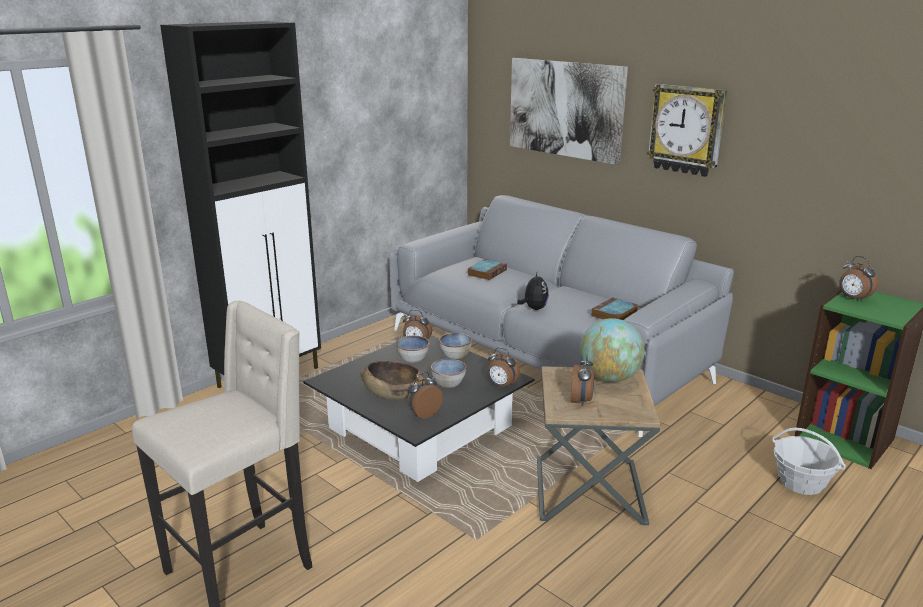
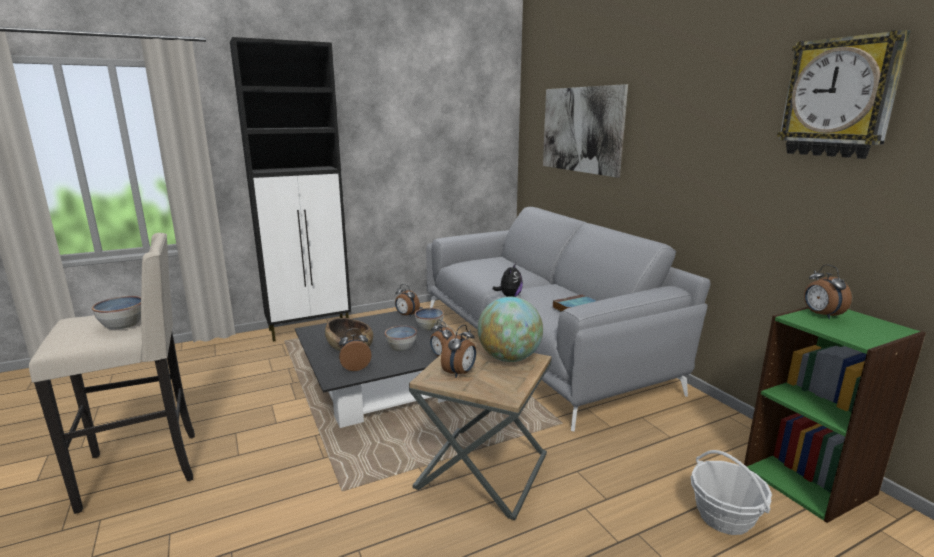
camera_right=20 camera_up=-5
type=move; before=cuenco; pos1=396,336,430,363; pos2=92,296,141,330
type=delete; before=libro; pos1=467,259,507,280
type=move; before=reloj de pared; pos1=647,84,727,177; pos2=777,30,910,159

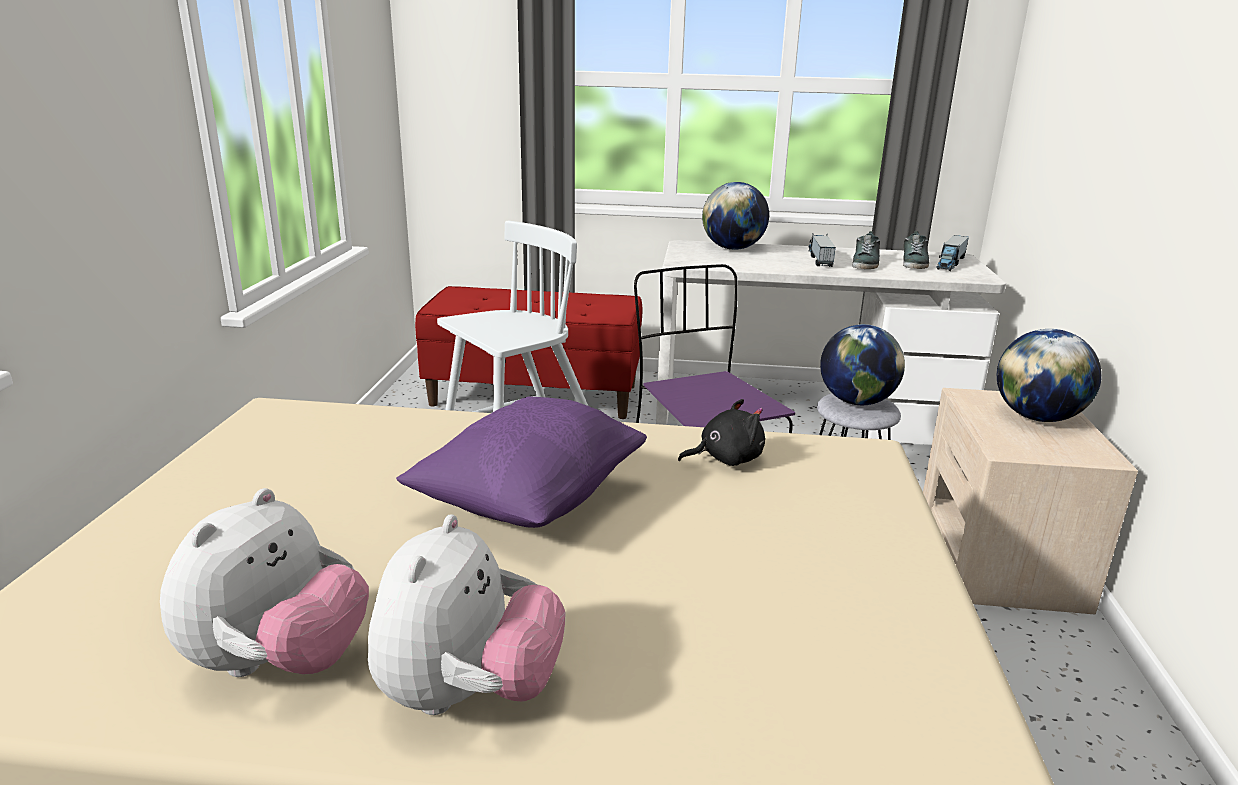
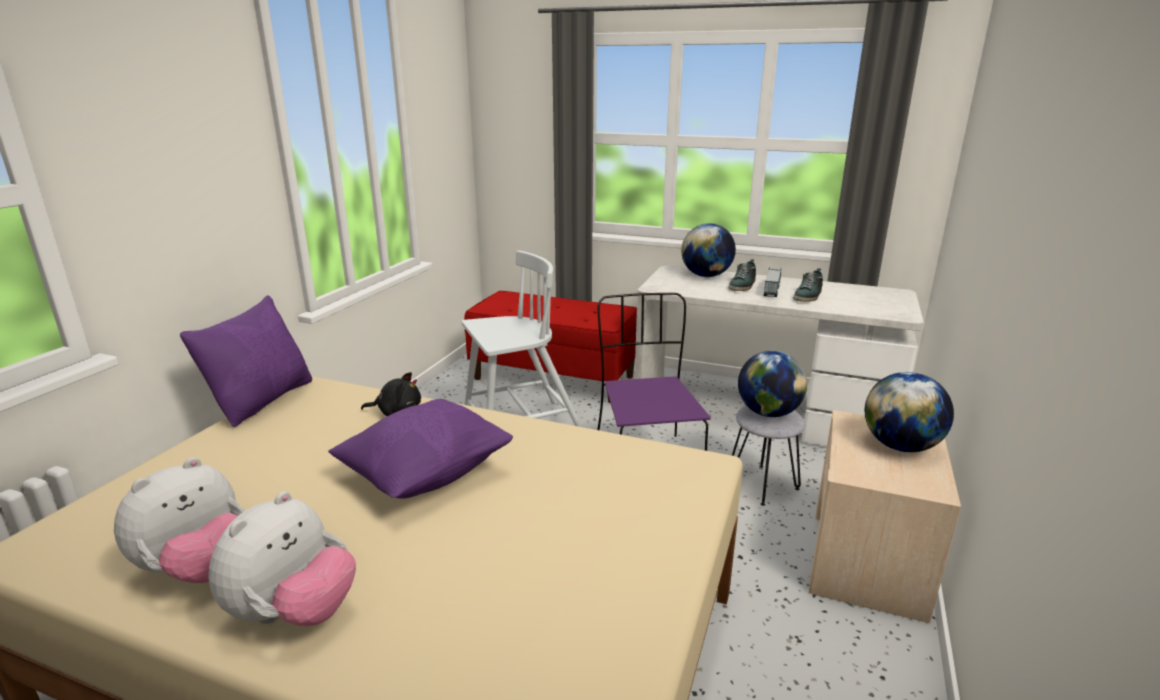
camera_right=15 camera_up=0
type=move; before=peluche/negro; pos1=678,399,765,466; pos2=361,372,421,416
type=move; before=zapato; pos1=903,231,929,269; pos2=728,259,756,291
type=delete; before=camión de juguete; pos1=936,235,969,271
type=insert; after=cojín/morado; pos2=180,295,312,427

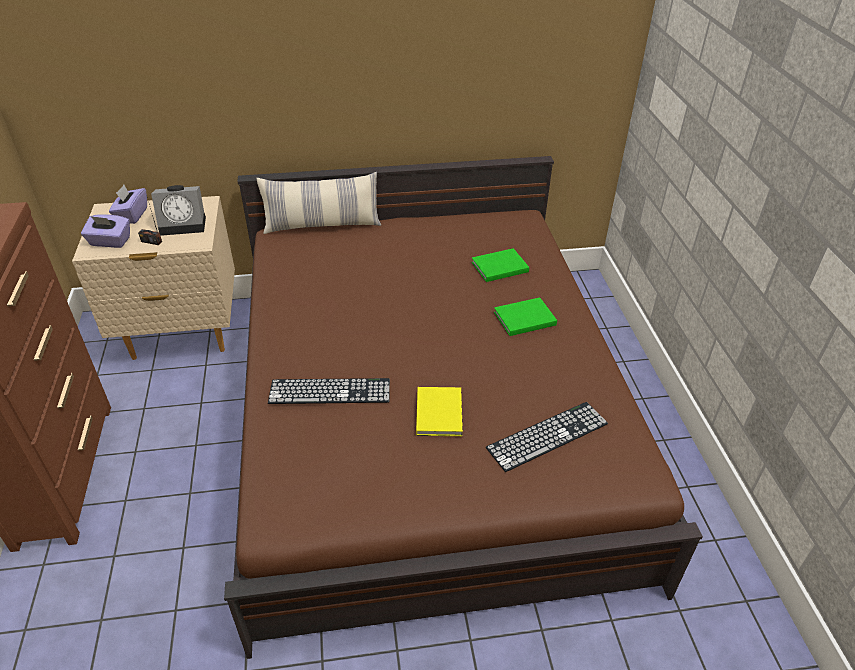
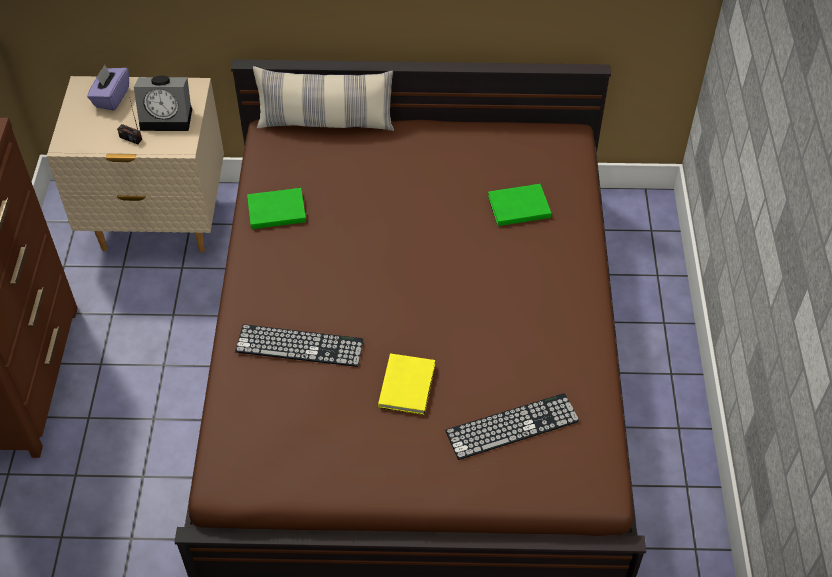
camera_right=10 camera_up=10
type=delete; before=caja de pañuelos/morado; pos1=81,214,130,248
type=move; before=libro/verde; pos1=494,297,557,336; pos2=247,188,306,229

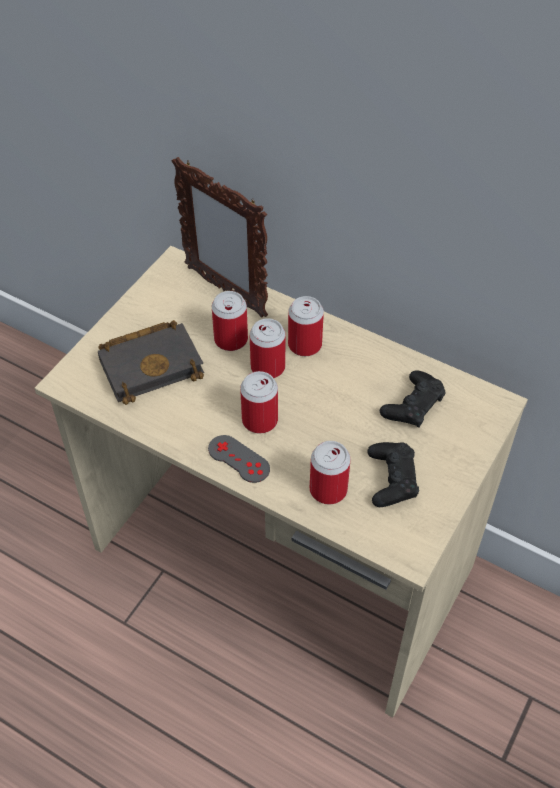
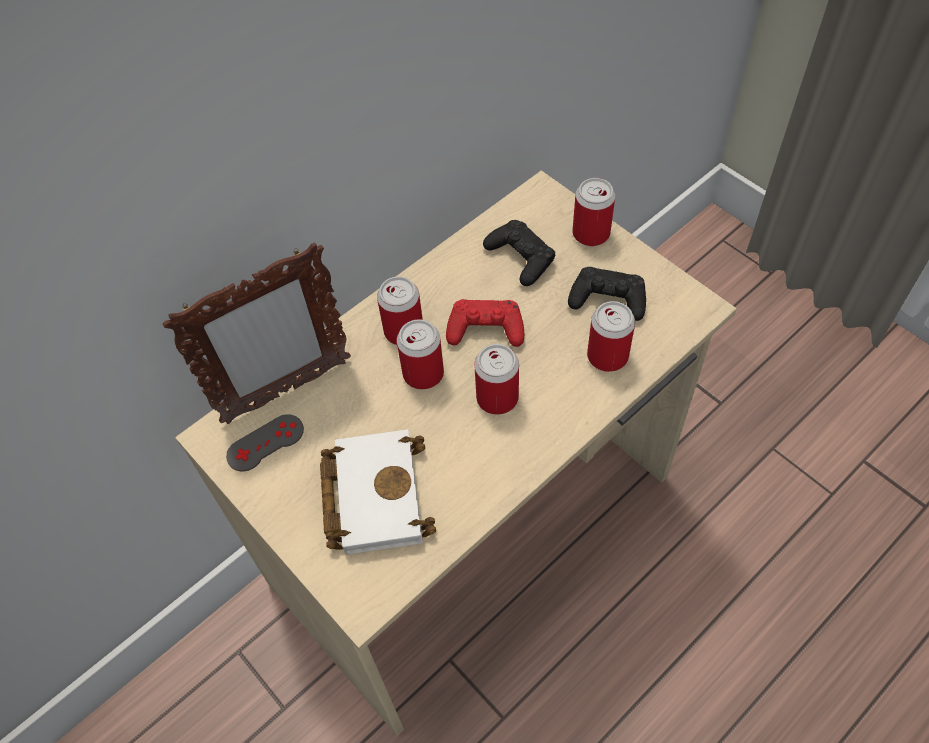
camera_right=-70 camera_up=5
type=recolor; before=libro/negro; after=libro/blanco; pos1=98,320,204,405; pos2=320,429,436,555
type=move; before=mando de consola/gris; pos1=208,435,270,483; pos2=226,414,304,472
type=move; before=lata; pos1=212,291,248,351; pos2=572,178,615,246
type=insert; after=mando de consola/rojo; pos2=446,299,524,347

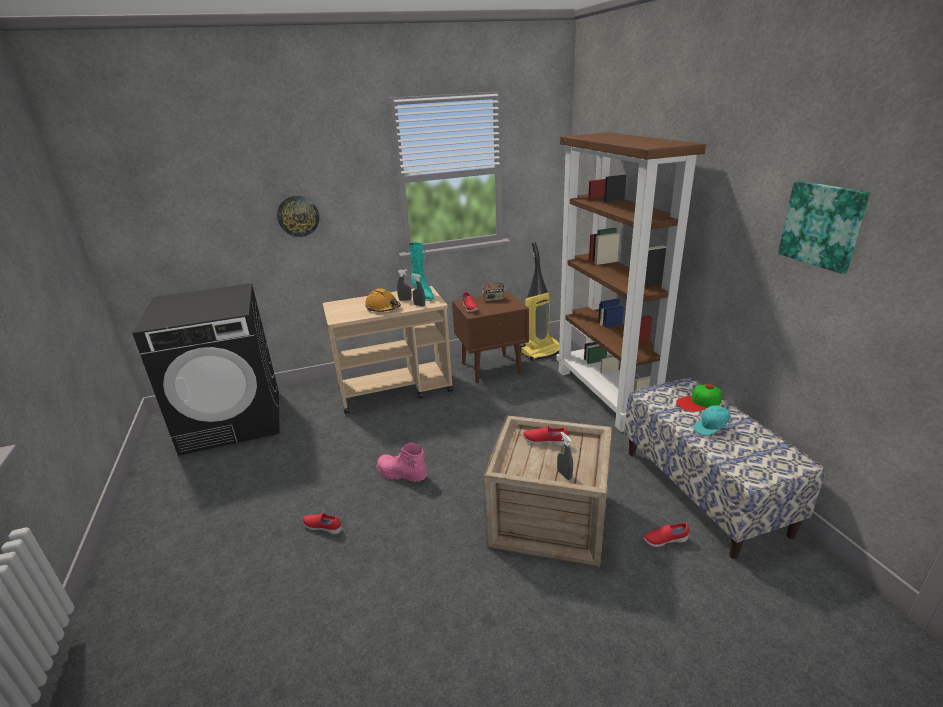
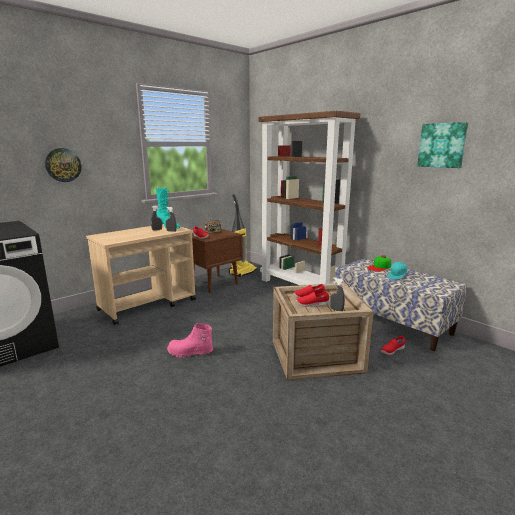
camera_right=-25 camera_up=-10
type=move; before=zapato/rojo; pos1=302,513,342,534; pos2=296,291,329,307
type=delete; before=casco/naranja; pos1=365,289,401,312

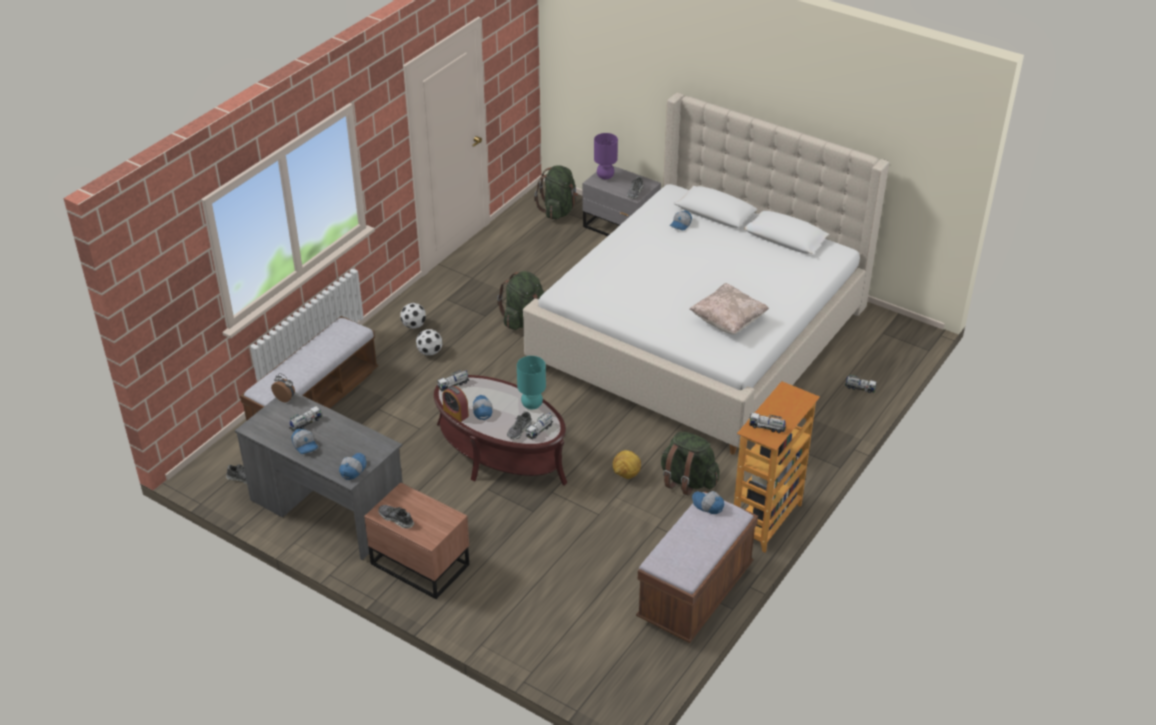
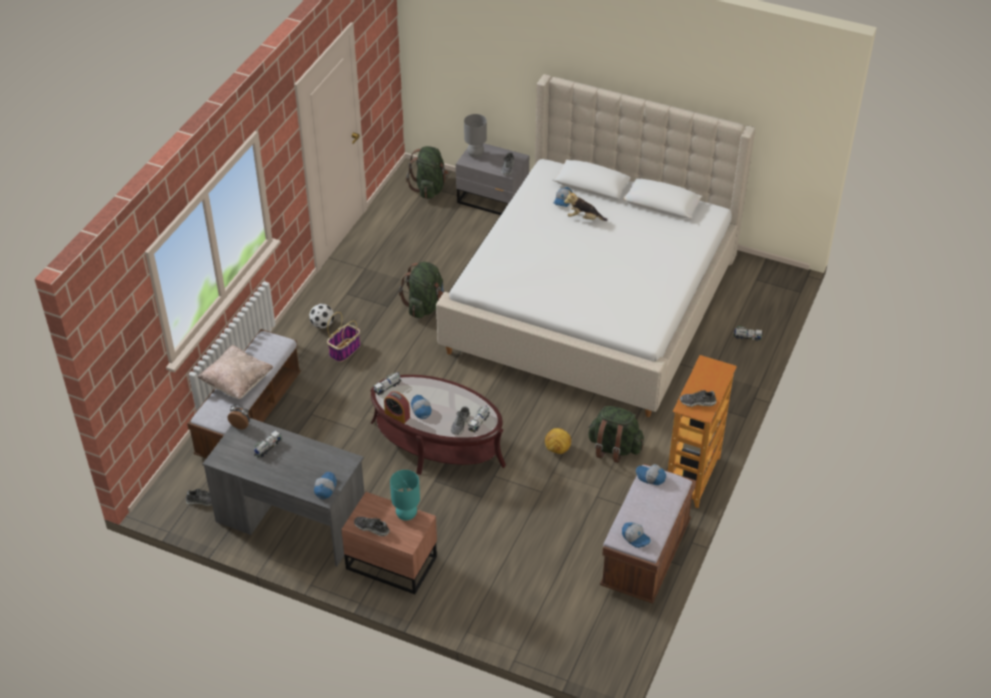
camera_right=-10 camera_up=5
type=move; before=gorra; pos1=291,429,318,454; pos2=622,523,651,548
type=replace; before=balón de fútbol; after=cesta; pos1=416,329,443,355; pos2=327,312,361,362
type=move; before=lámpara de mesa/turquesa; pos1=517,356,546,409; pos2=390,470,420,521
type=recolor; before=lámpara de mesa/morado; after=lámpara de mesa/gris; pos1=594,133,618,179; pos2=464,114,487,158
type=move; before=cojín/beis; pos1=689,283,769,334; pos2=198,345,273,399
type=replace; before=camión de juguete; after=zapato; pos1=749,412,786,433; pos2=680,390,716,407
type=insert; after=peluche; pos2=564,190,607,221

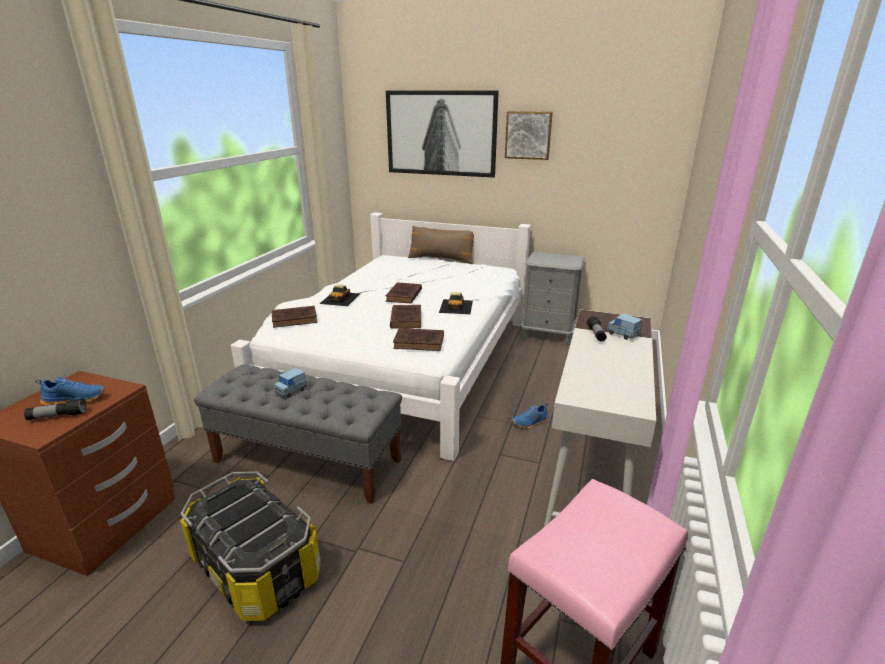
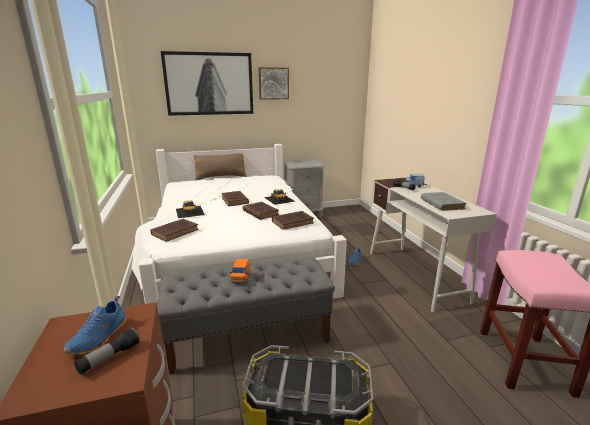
camera_right=-35 camera_up=-5
type=rotate; before=zapato/azul; pos1=36,376,105,405; pos2=64,296,127,355; turn=150
type=recolor; before=coche de juguete/azul; after=coche de juguete/naranja; pos1=274,368,308,397; pos2=230,259,250,283
type=insert; after=libro/gris; pos2=421,192,467,211

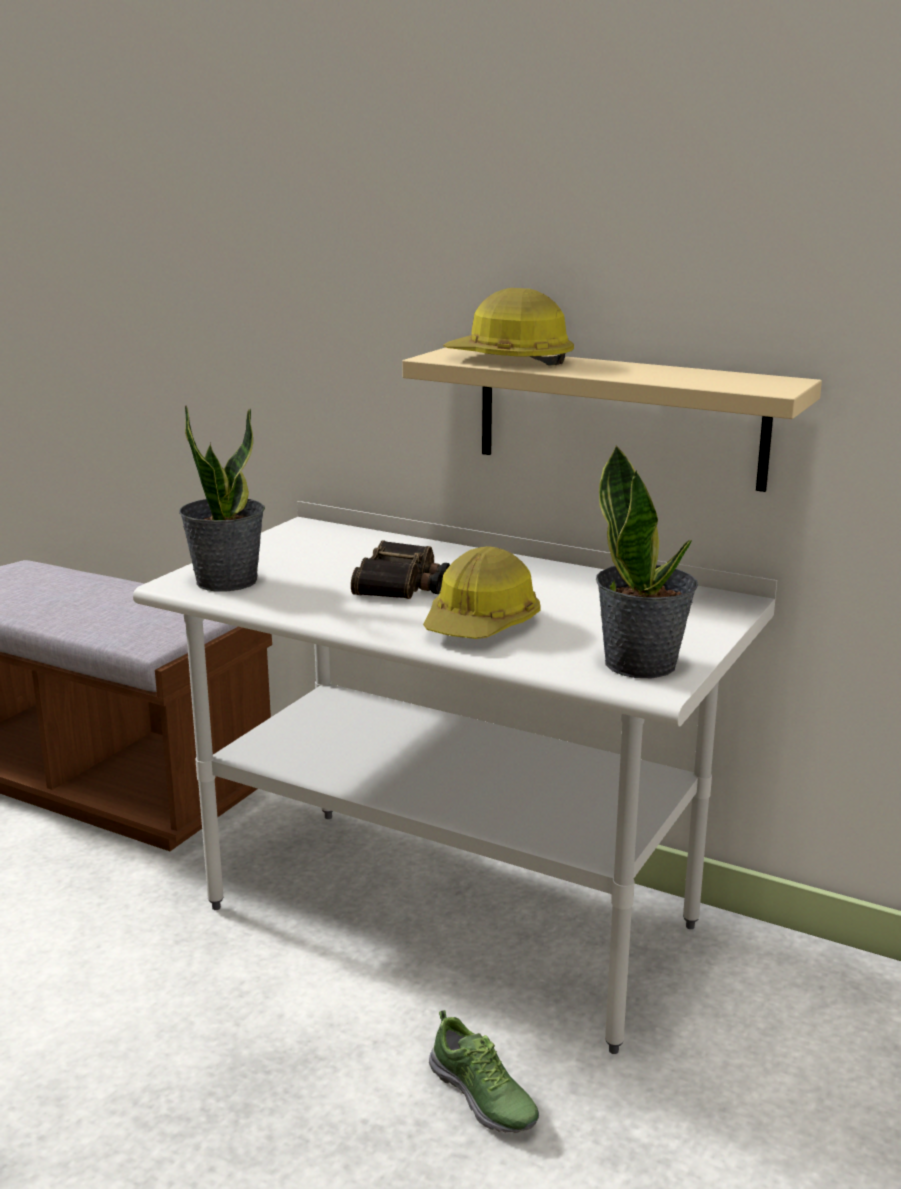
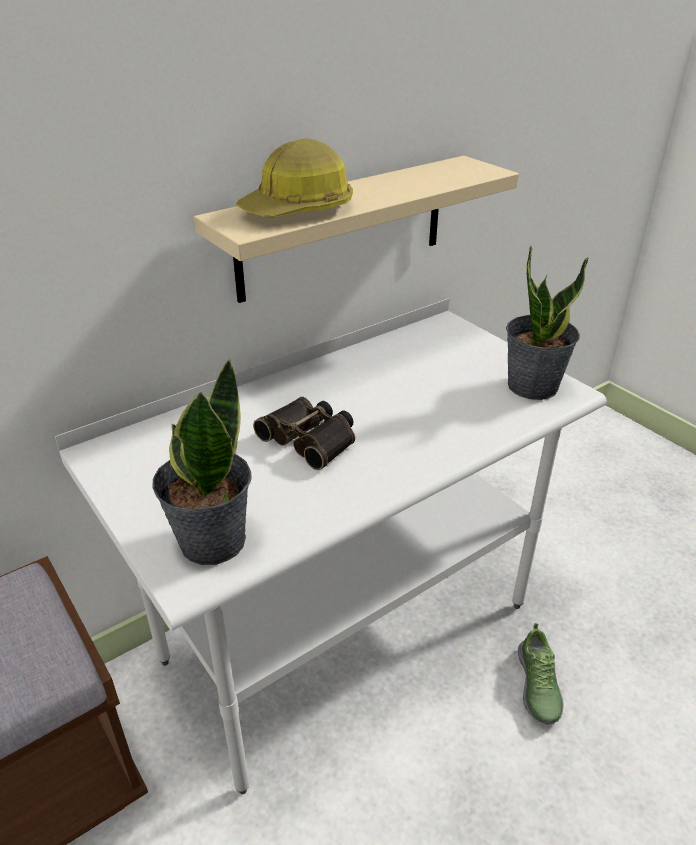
camera_right=-65 camera_up=15
type=delete; before=casco; pos1=423,546,541,639
type=rotate; before=zapato; pos1=429,1010,539,1133; pos2=518,623,564,725; turn=105

